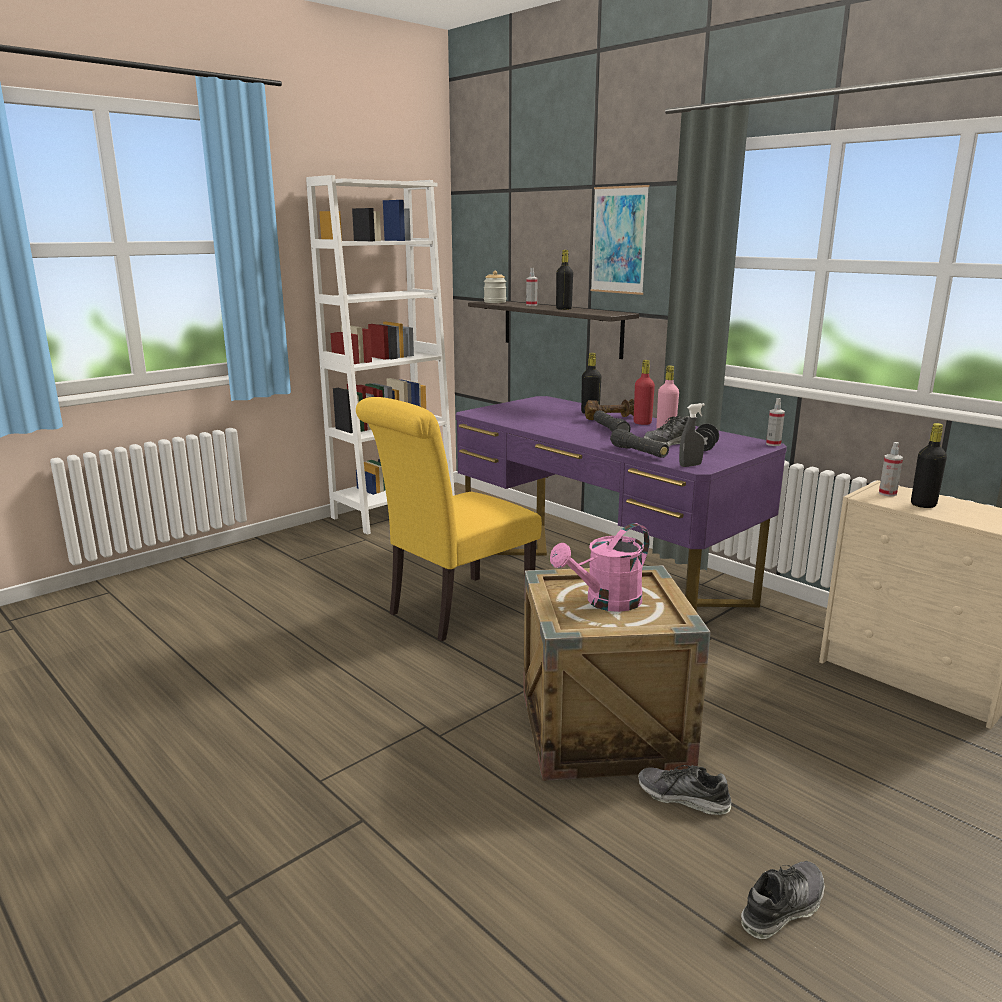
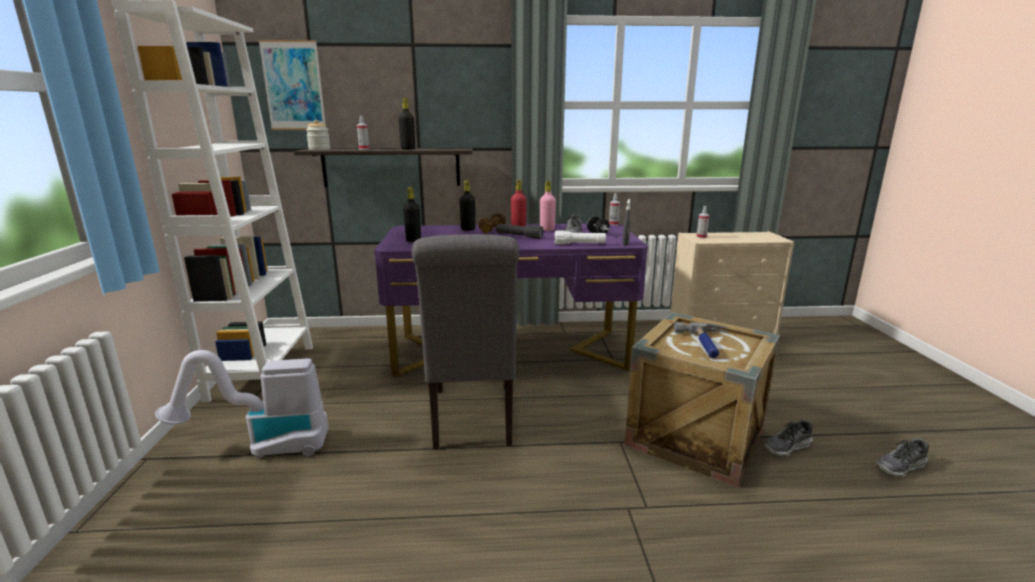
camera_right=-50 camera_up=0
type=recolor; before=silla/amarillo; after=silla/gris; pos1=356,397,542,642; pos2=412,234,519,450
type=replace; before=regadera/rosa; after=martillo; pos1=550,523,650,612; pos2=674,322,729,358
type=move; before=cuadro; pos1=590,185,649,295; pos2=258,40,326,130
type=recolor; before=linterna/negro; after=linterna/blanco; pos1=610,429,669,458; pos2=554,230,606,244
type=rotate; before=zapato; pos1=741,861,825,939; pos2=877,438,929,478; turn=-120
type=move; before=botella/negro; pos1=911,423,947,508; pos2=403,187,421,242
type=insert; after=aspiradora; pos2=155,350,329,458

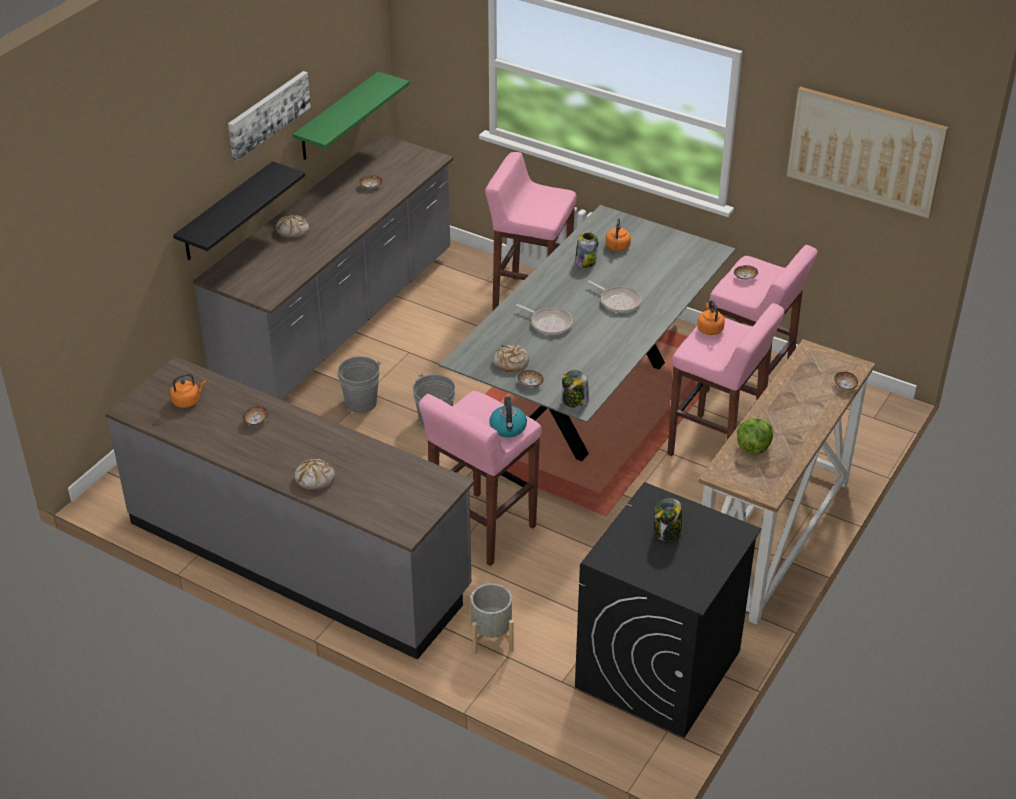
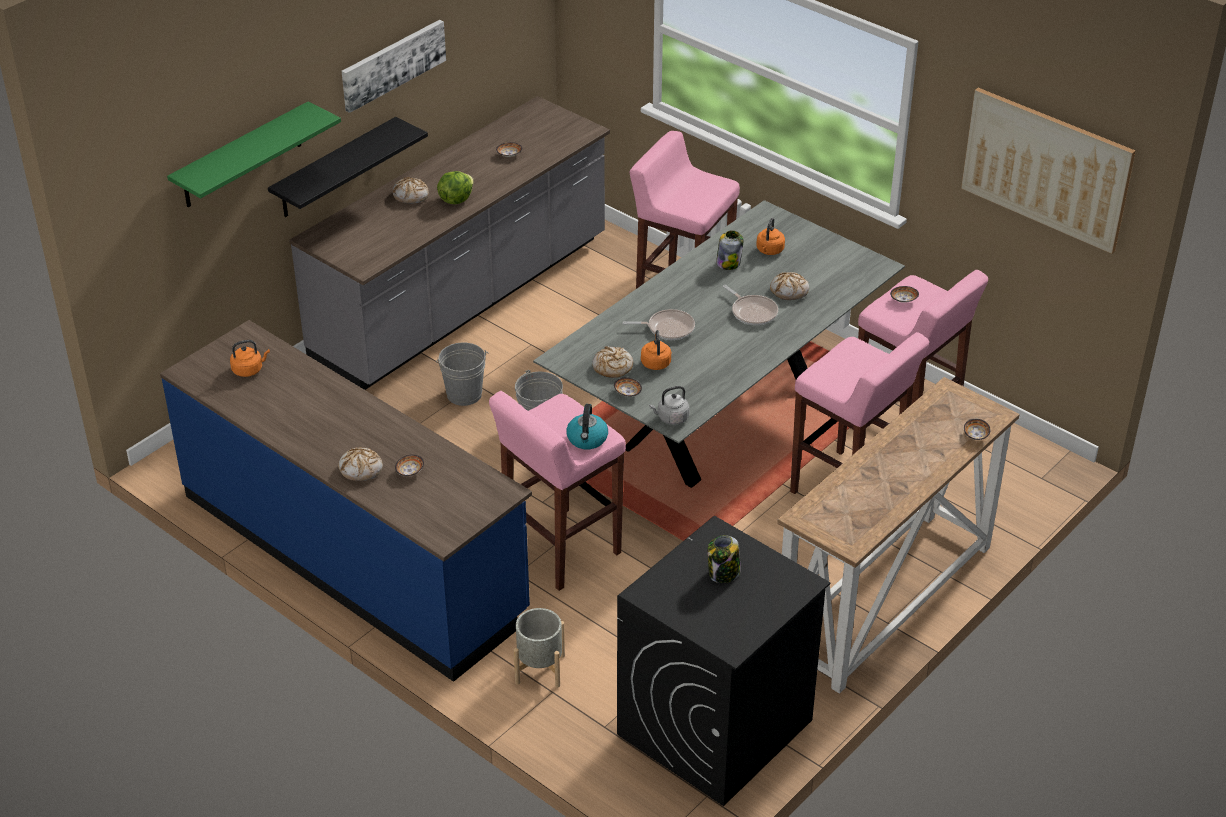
camera_right=10 camera_up=0
type=recolor; before=mueble bajo de cocina/gris; after=mueble bajo de cocina/azul; pos1=105,356,474,660; pos2=160,320,532,682
type=move; before=cuenco; pos1=243,406,268,425; pos2=395,455,424,476
type=move; before=estante/verde; pos1=292,71,410,160; pos2=167,101,341,207
type=rotate; before=sartén; pos1=516,304,573,335; pos2=623,309,695,340; turn=-45
type=replace; before=tarro; after=hervidor/gris; pos1=562,370,589,408; pos2=649,386,690,425
type=move; before=hervidor/naranja; pos1=697,300,725,335; pos2=641,330,671,370
type=move; before=lechuga; pos1=737,418,773,454; pos2=437,171,474,204
type=insert; after=pan; pos2=770,272,809,300

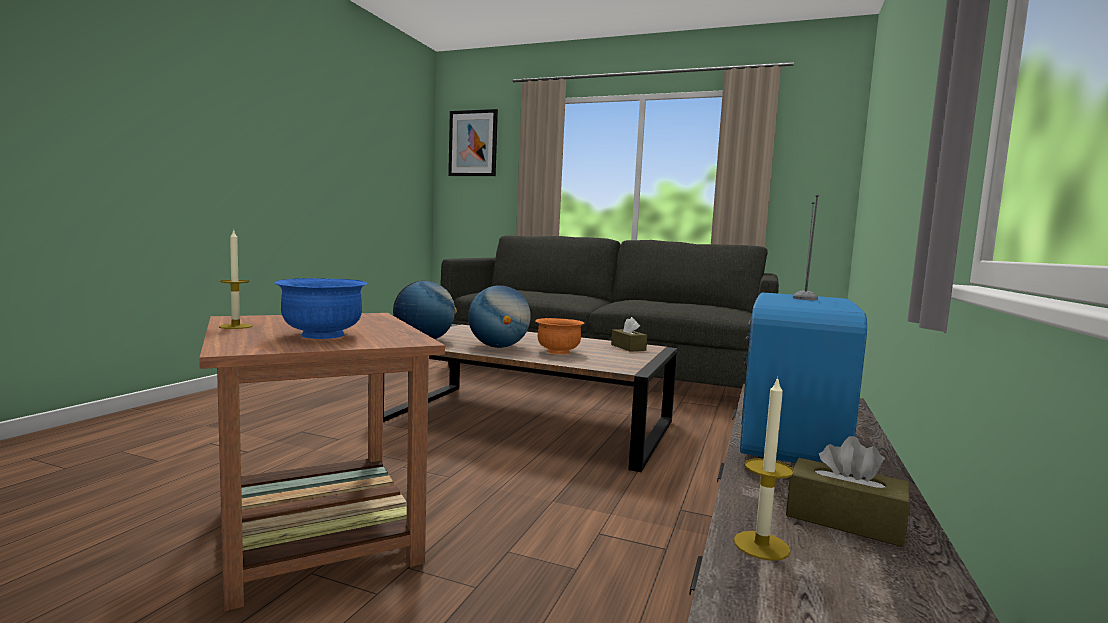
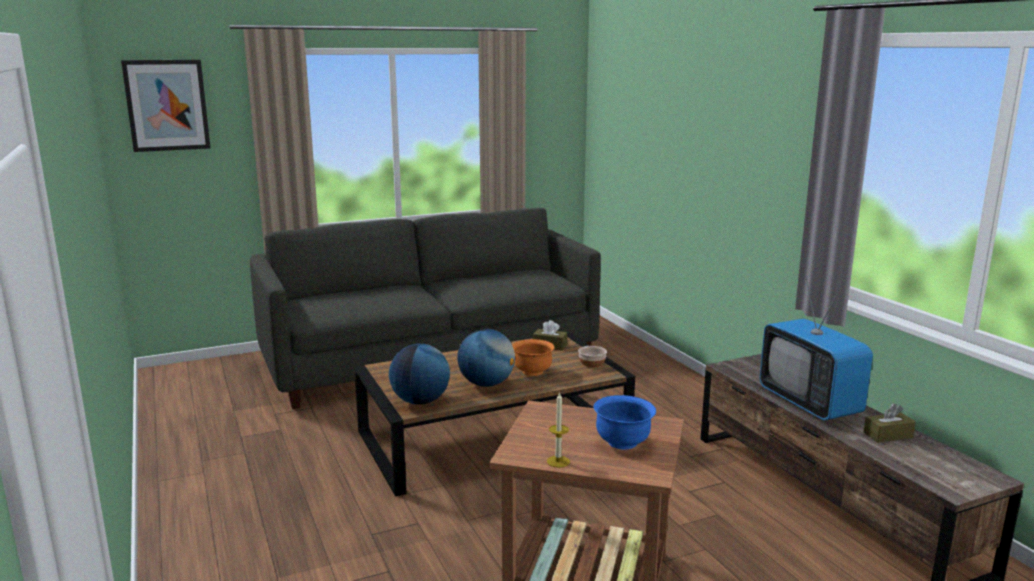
camera_right=-45 camera_up=10
type=delete; before=vela; pos1=734,376,794,561
type=insert; after=cuenco; pos2=578,346,607,368

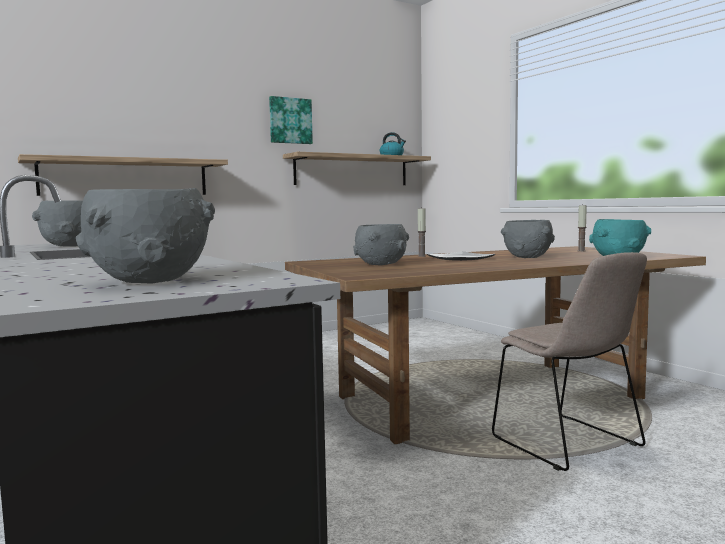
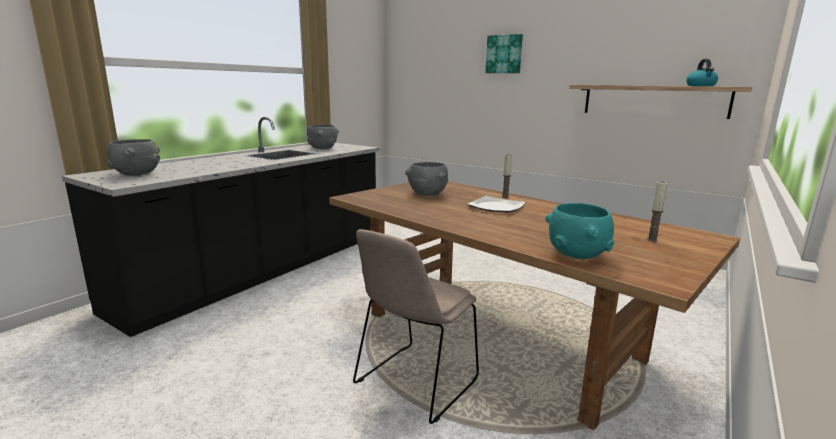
camera_right=65 camera_up=10
type=delete; before=estante; pos1=18,154,228,196
type=move; before=cuadro; pos1=269,96,313,144; pos2=485,34,523,73
type=delete; before=cuenco/gris; pos1=501,220,555,258

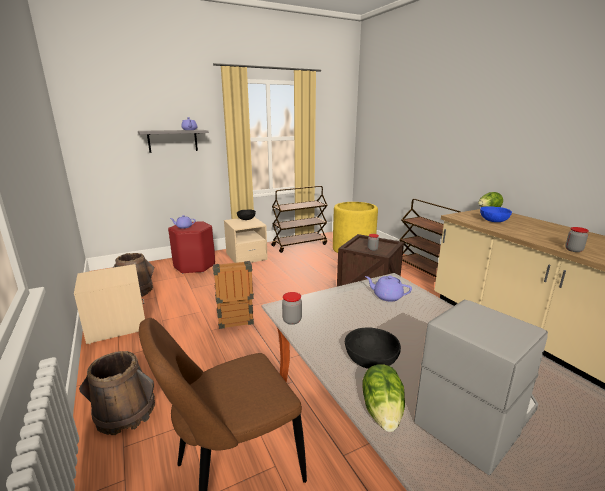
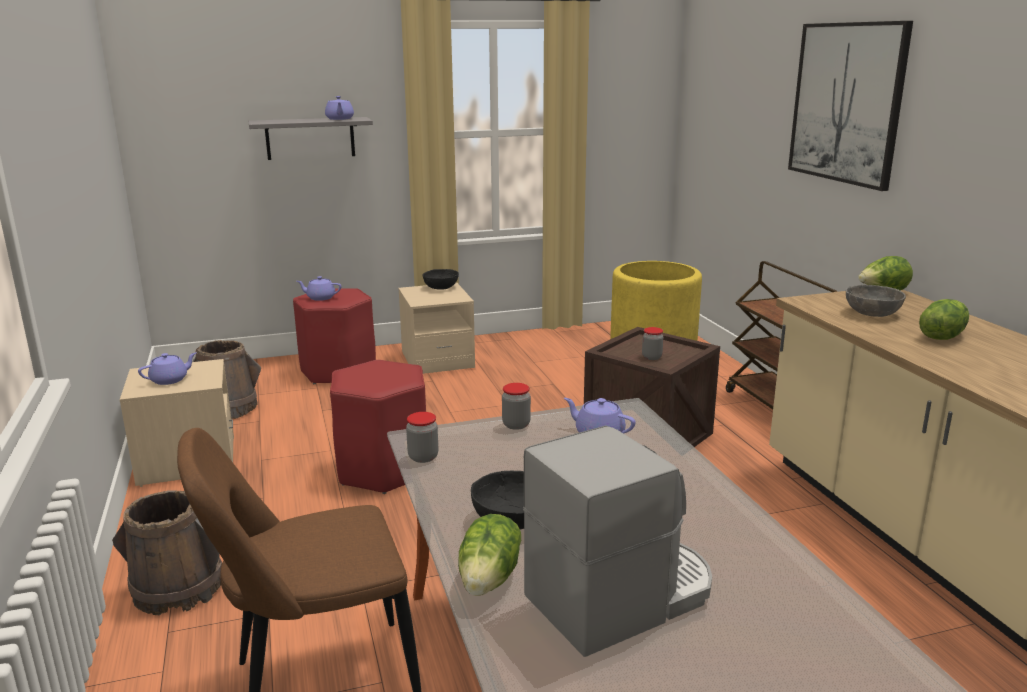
camera_right=10 camera_up=0
type=replace; before=caja de embalaje; after=taburete/rojo; pos1=213,261,254,329; pos2=330,360,426,494
type=delete; before=carrito/marrón; pos1=271,186,328,253
type=recolor; before=cuenco/azul; after=cuenco/gris; pos1=480,207,512,222; pos2=846,285,906,317
type=move; before=tarro; pos1=565,227,589,252; pos2=502,383,531,430
type=insert; after=tetera/morado; pos2=138,352,197,385
type=insert; after=cuadro; pos2=788,21,913,191
type=insert; after=lechuga; pos2=919,299,969,340

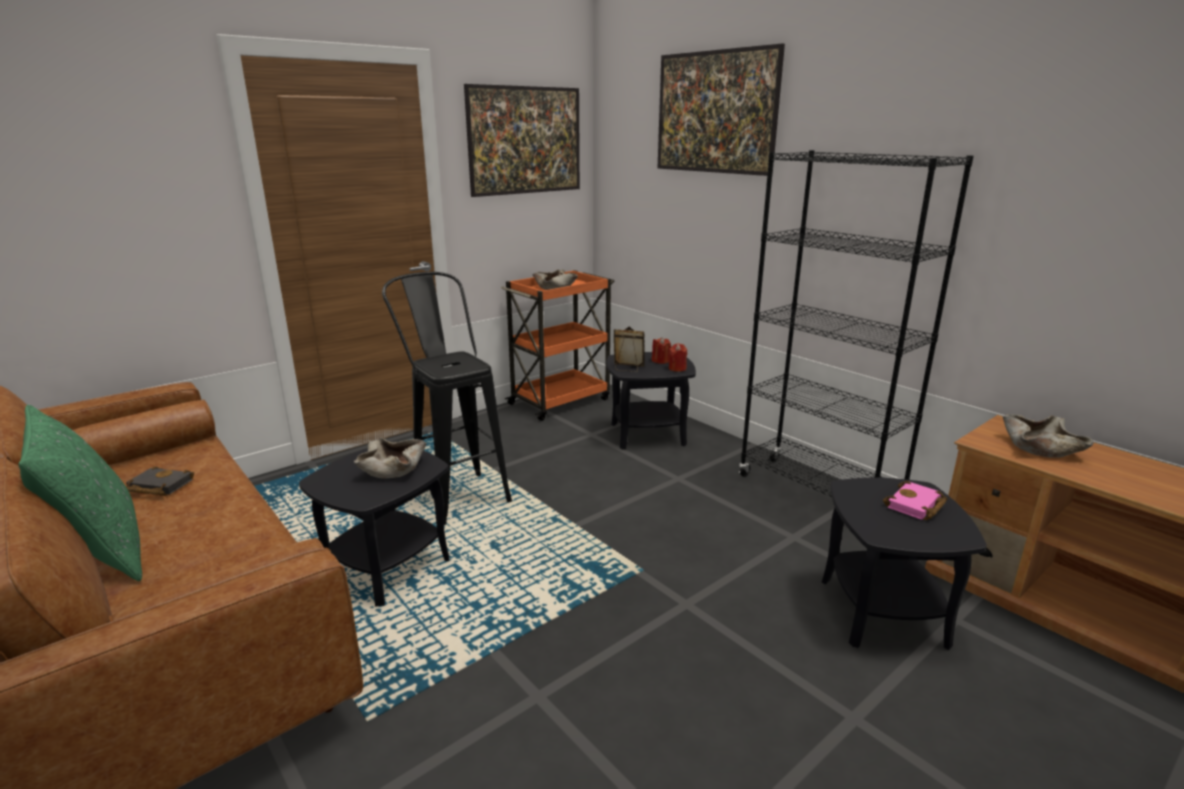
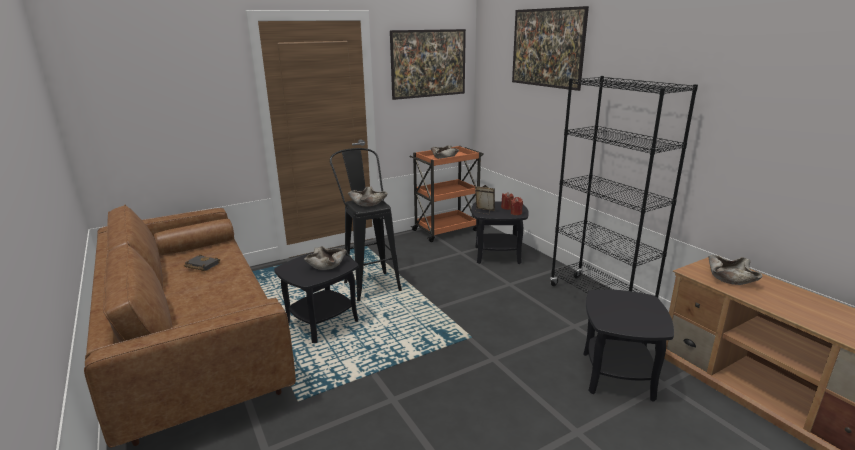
camera_right=10 camera_up=0
type=delete; before=cojín/verde; pos1=18,404,142,581
type=delete; before=libro/rosa; pos1=883,481,947,520
type=insert; after=cuenco/beis; pos2=348,186,388,206

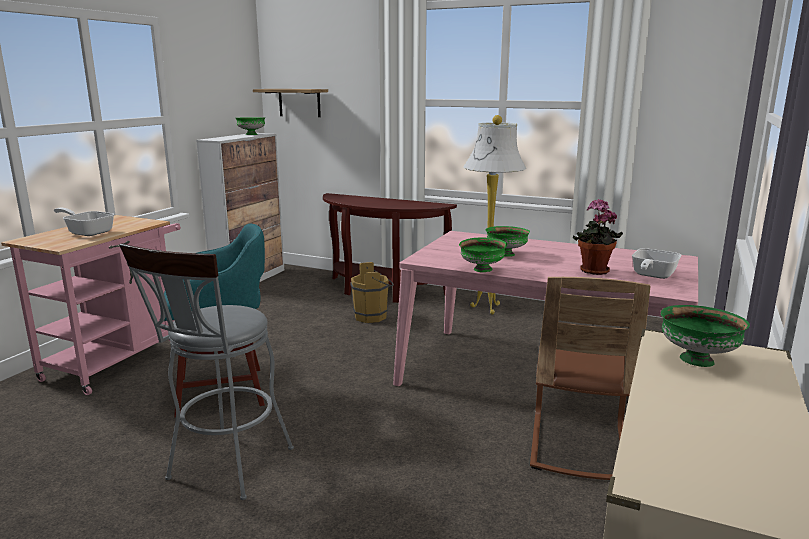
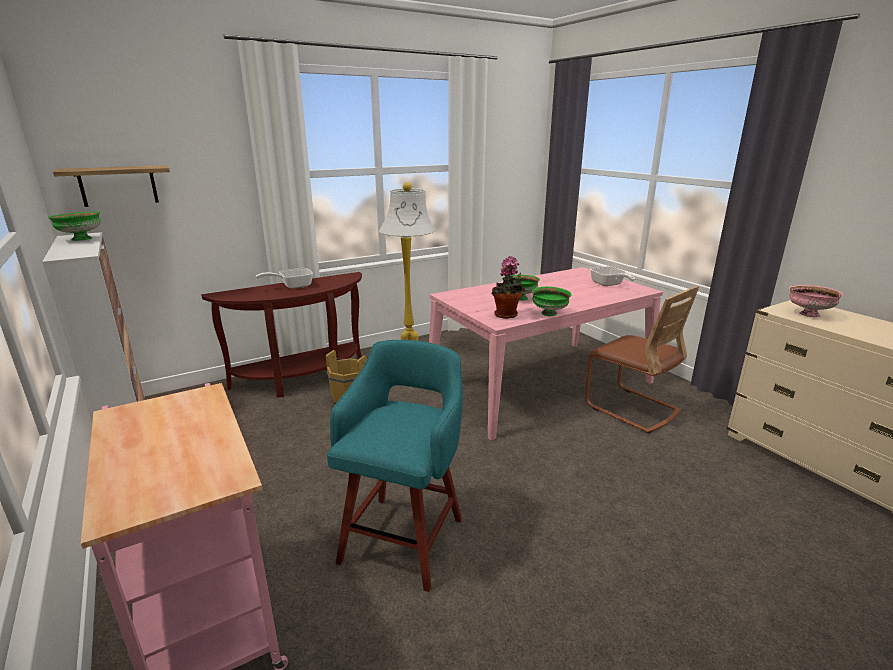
camera_right=-55 camera_up=5
type=move; before=sartén; pos1=54,208,114,236; pos2=256,268,313,289
type=delete; before=taburete/gris; pos1=119,243,294,500
type=move; before=planta en maceta; pos1=573,199,623,275; pos2=491,256,525,319
type=recolor; before=cuenco/verde; after=cuenco/rosa; pos1=661,305,750,367; pos2=789,285,843,317

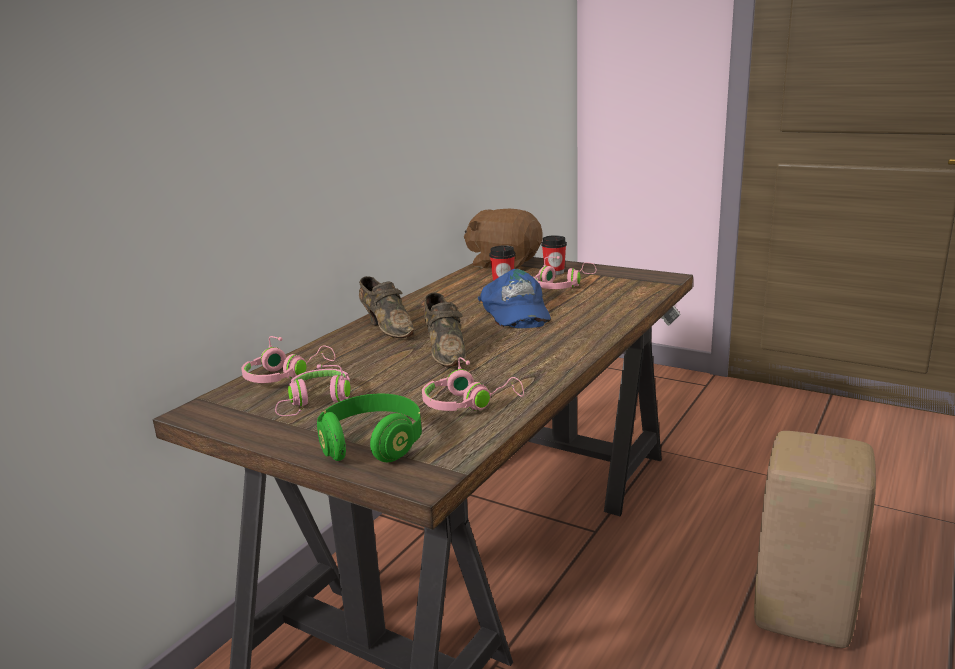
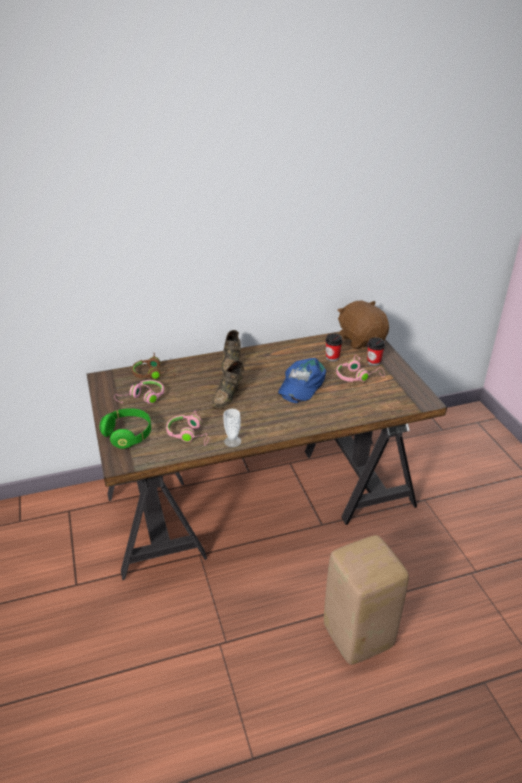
camera_right=40 camera_up=15
type=recolor; before=auriculares/rosa; after=auriculares/marrón; pos1=241,336,336,383; pos2=132,353,175,380
type=insert; after=taza; pos2=223,409,241,447

